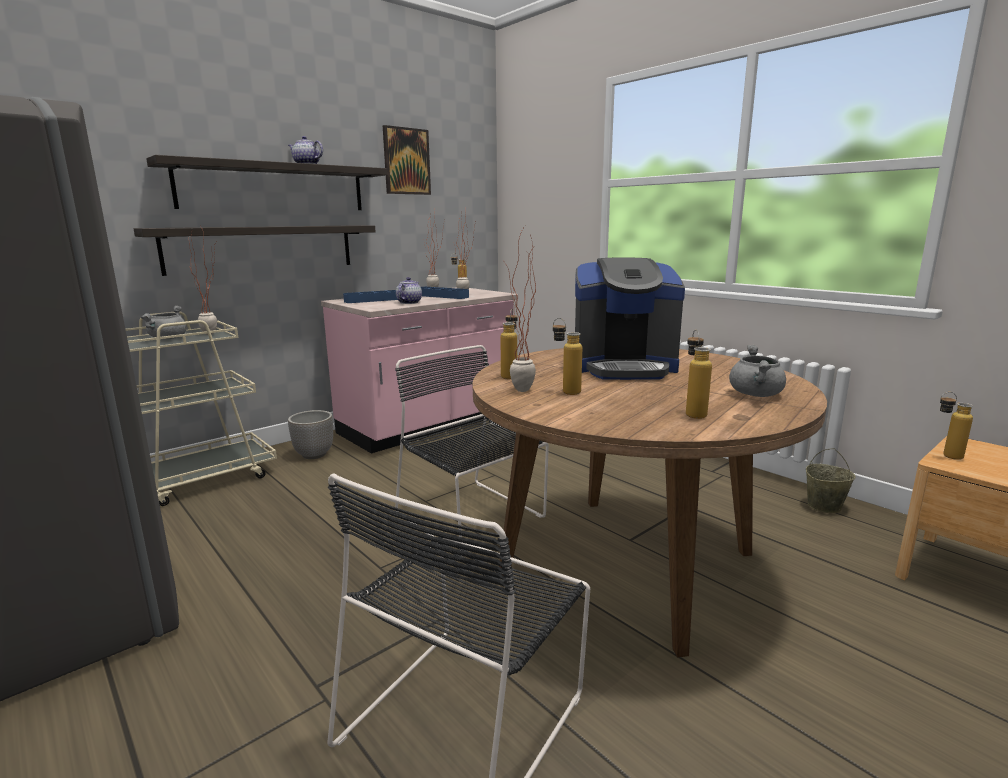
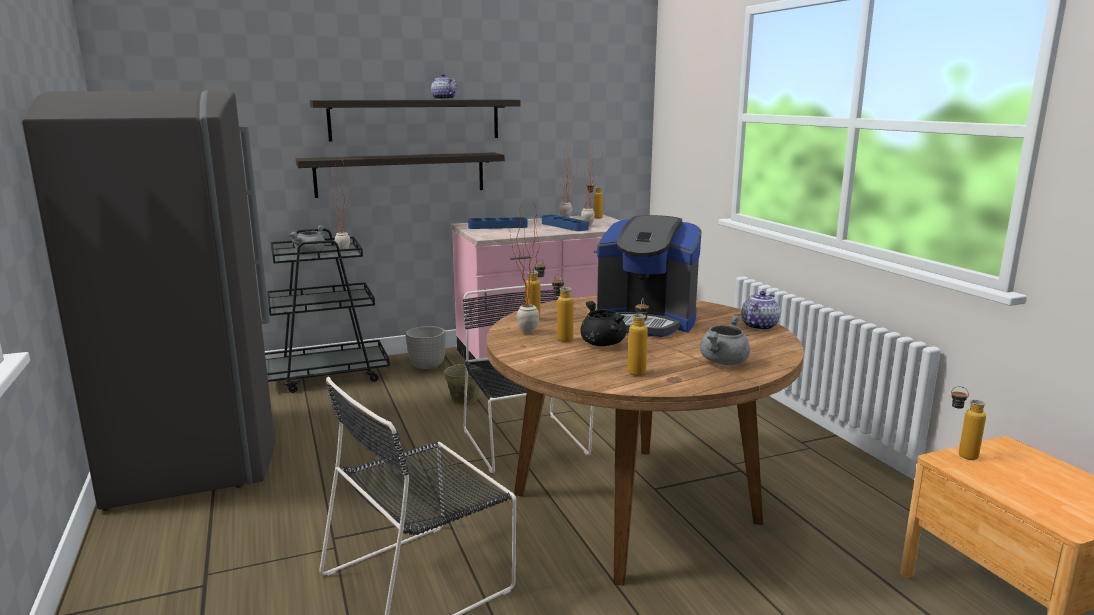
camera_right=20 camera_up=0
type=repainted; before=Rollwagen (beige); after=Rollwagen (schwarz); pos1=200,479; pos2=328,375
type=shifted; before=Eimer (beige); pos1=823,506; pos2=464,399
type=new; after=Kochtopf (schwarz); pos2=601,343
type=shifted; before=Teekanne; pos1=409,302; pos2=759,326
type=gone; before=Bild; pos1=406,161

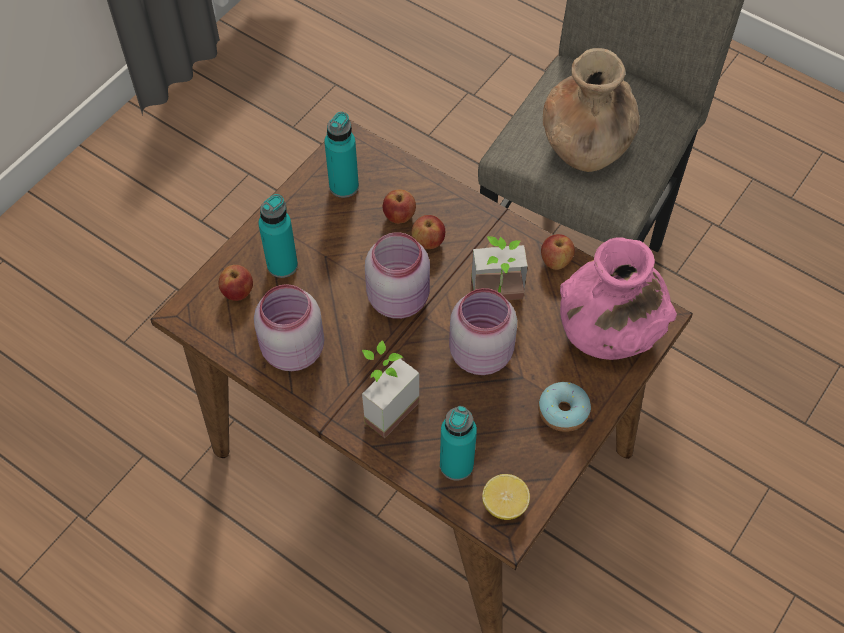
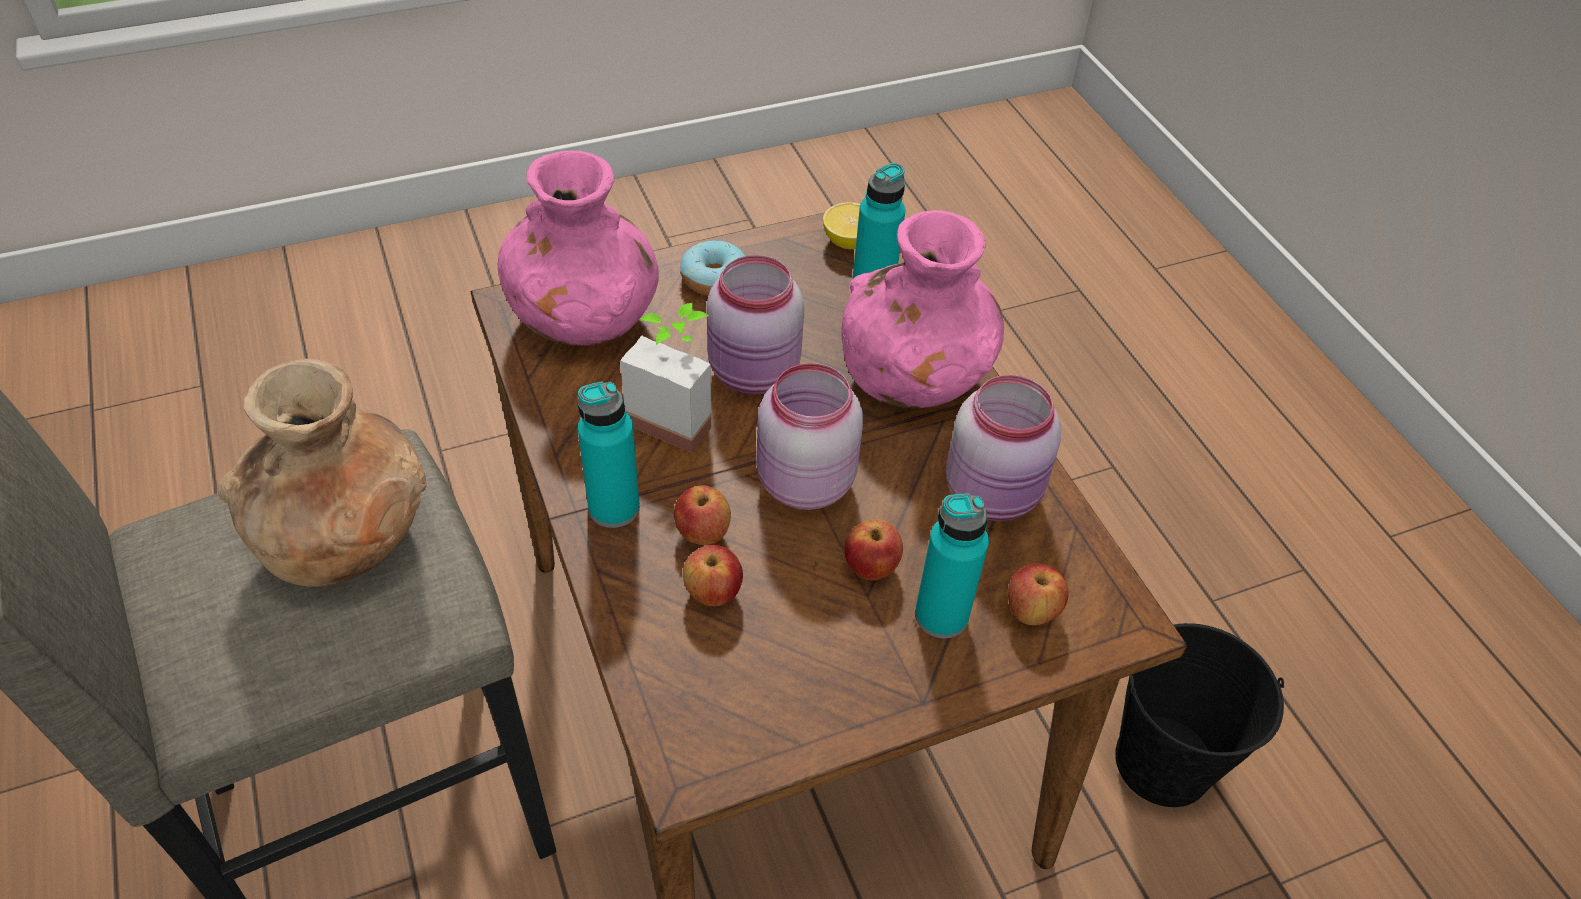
camera_right=-150 camera_up=-10
type=shifted; before=Flasche (türkis); pos1=344,186; pos2=614,508
type=swapped; before=Topfpflanze; after=Vase (rosa); pos1=383,405; pos2=914,379
type=shifted; before=Apfel; pos1=555,261; pos2=871,567
type=new; after=Eimer (schwarz); pos2=1162,761

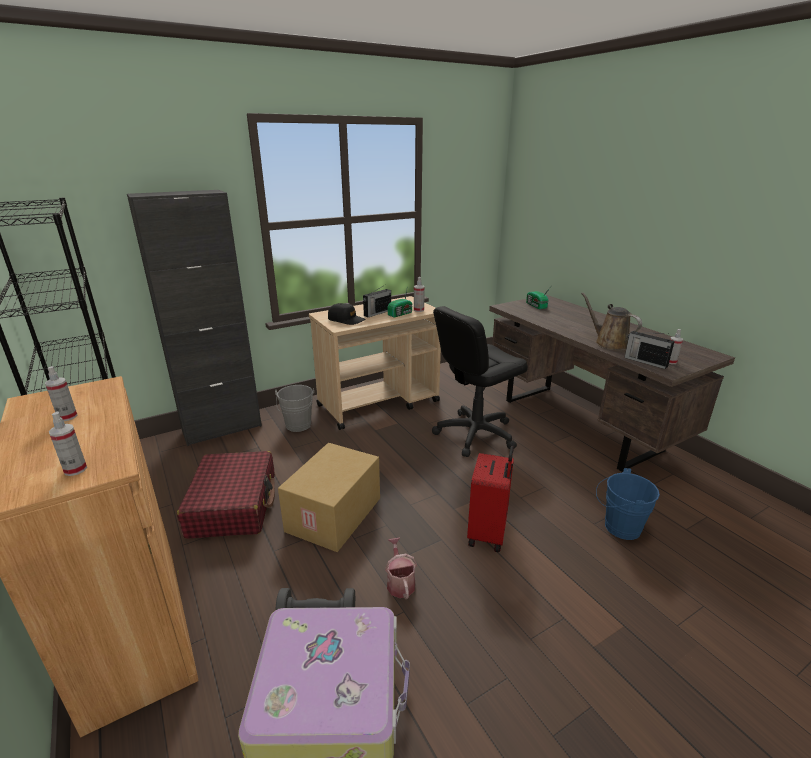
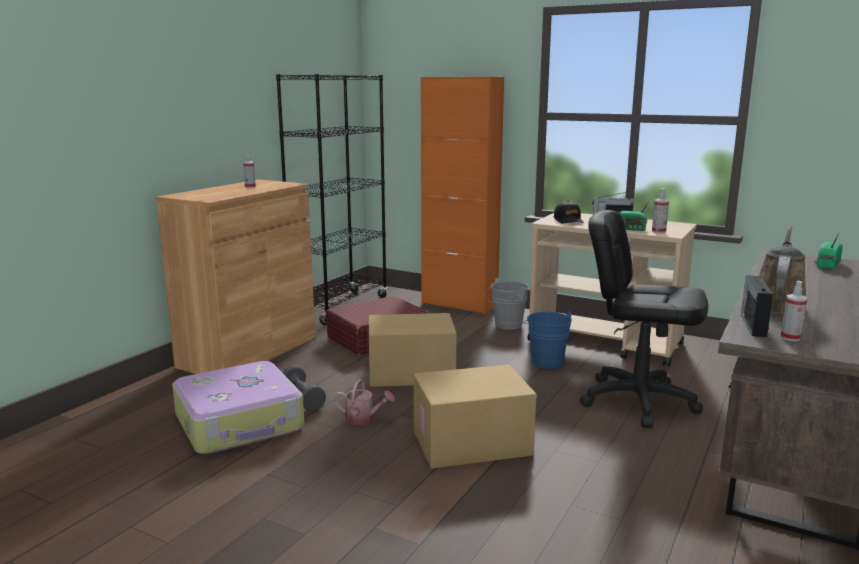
camera_right=60 camera_up=-10
type=rotated; before=Gießkanne; pos1=400,582; pos2=363,419; turn=60
type=swapped; before=Koffer (rot); after=Karton; pos1=488,533; pos2=471,444
type=repainted; before=Schrank (schwarz); after=Schrank (orange); pos1=222,428; pos2=459,304
type=shifted; before=Eimer (blau); pos1=618,527; pos2=545,361
type=gone; before=Sprühflasche; pos1=75,469

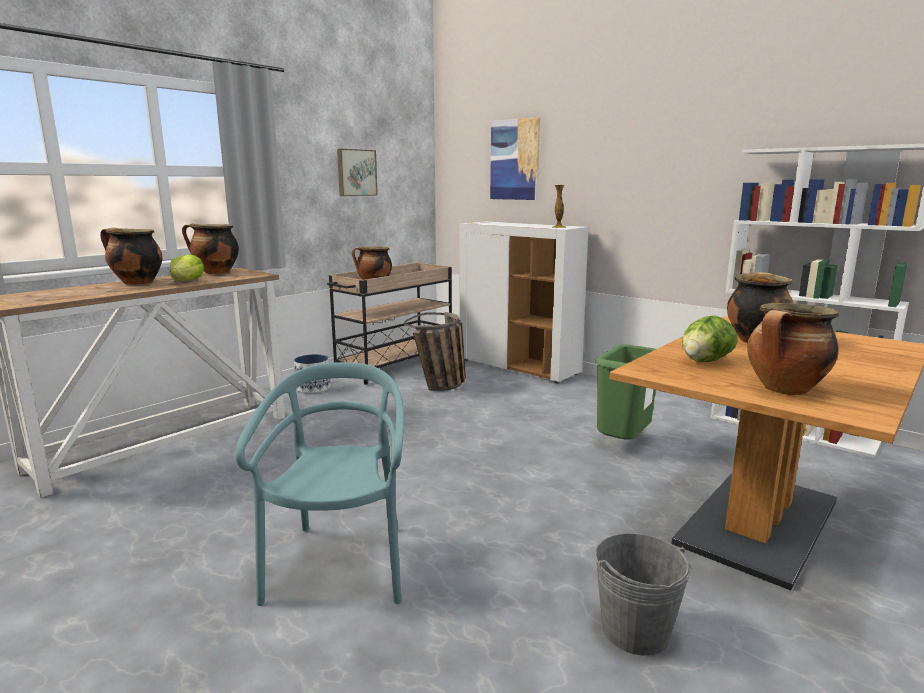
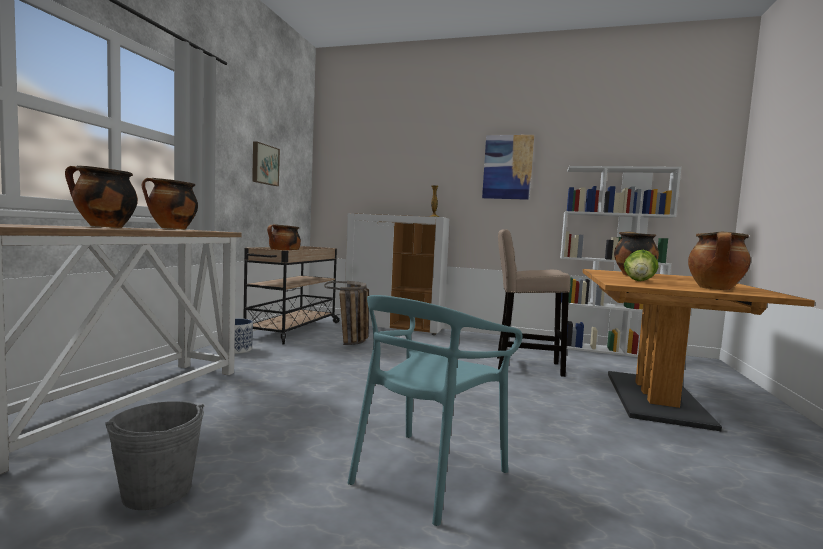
camera_right=-25 camera_up=-10
type=shifted; before=Eimer (grau); pos1=635,631; pos2=157,491
type=rotated; before=Stuhl (türkis); pos1=340,564; pos2=427,474; turn=-120
type=shifted; before=Bild; pos1=515,160; pos2=507,167
type=swapped; before=Mülleimer (grün); after=Hocker (beige); pos1=622,444; pos2=524,366
type=gone; before=Salatkopf; pos1=186,281

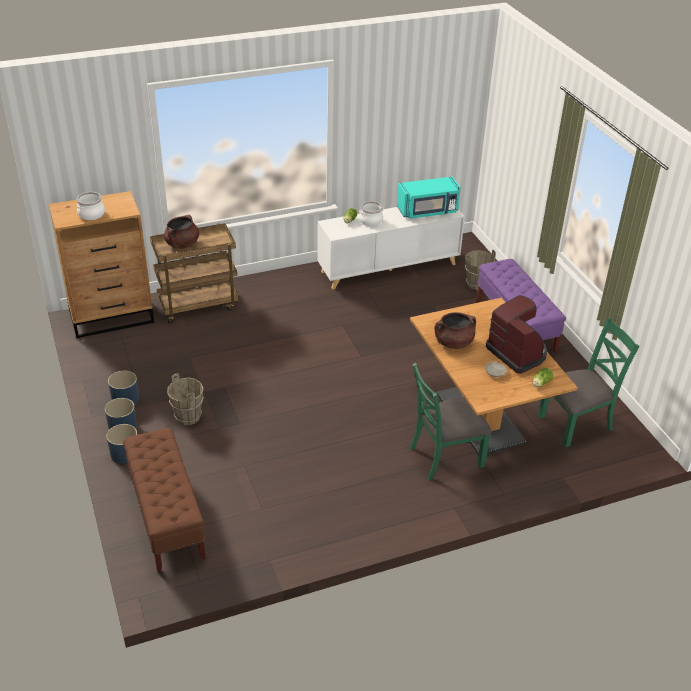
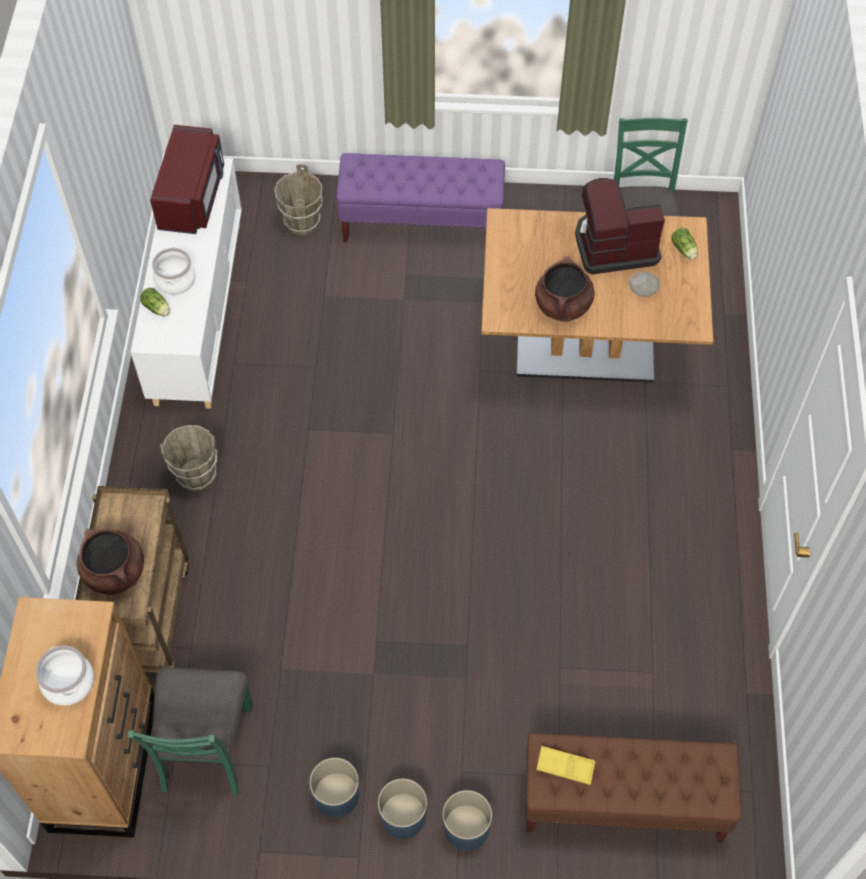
camera_right=-65 camera_up=20
type=shifted; before=Stuhl (grün); pos1=445,456; pos2=205,748
type=repainted; before=Mikrowelle (türkis); after=Mikrowelle (rot); pos1=428,211; pos2=193,197
type=shifted; before=Eimer (braun); pos1=188,417; pos2=196,475
type=new; after=Tablett (gelb); pos2=565,767

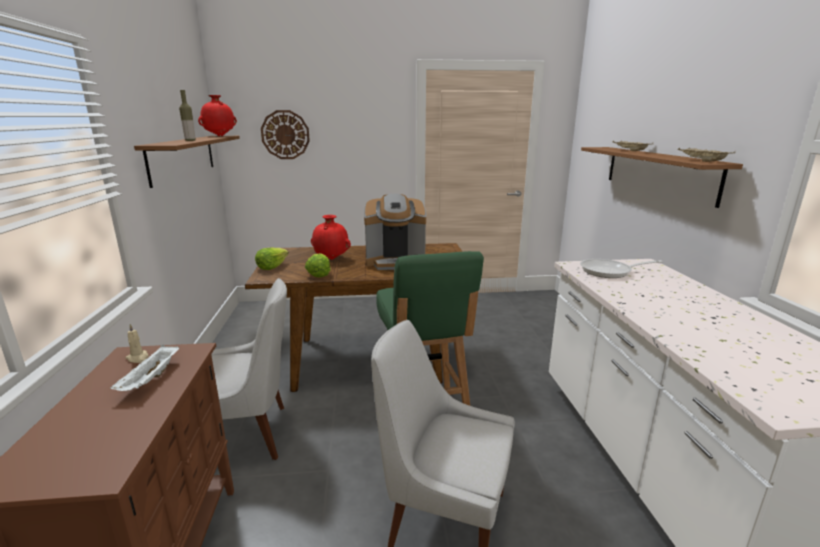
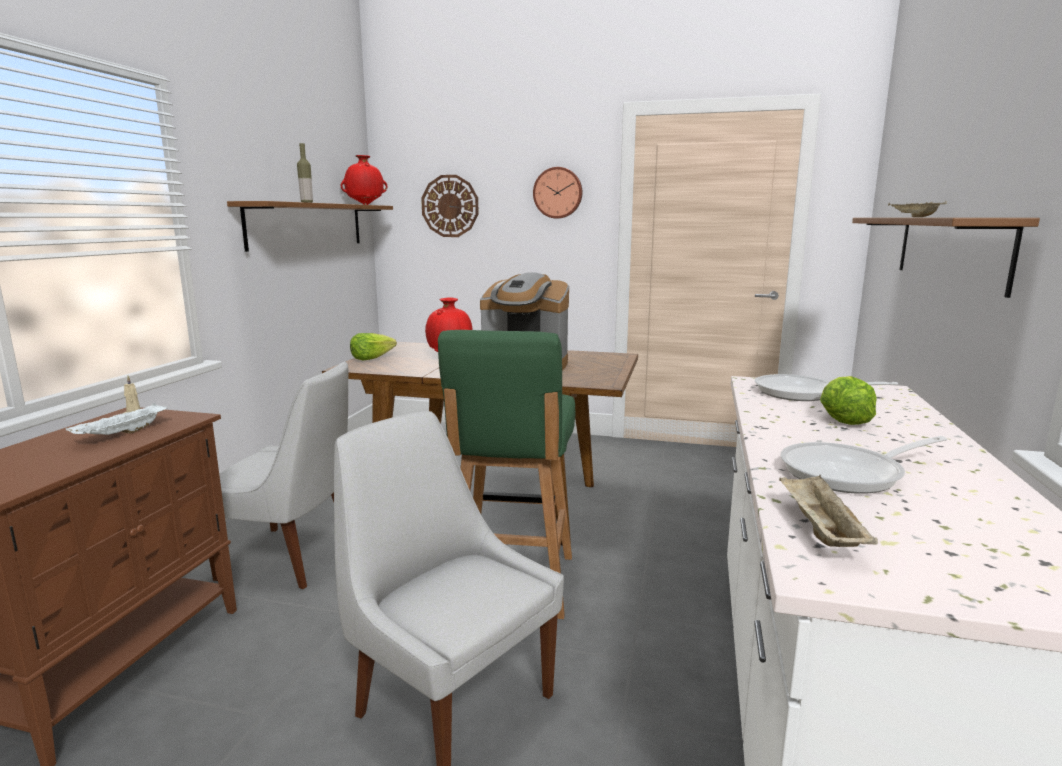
camera_right=20 camera_up=-5
type=new; after=Wanduhr; pos2=558,193
type=shifted; before=Tablett (beige); pos1=701,161; pos2=819,530
type=new; after=Pfanne; pos2=849,474
type=shifted; before=Salatkopf; pos1=319,274; pos2=842,418

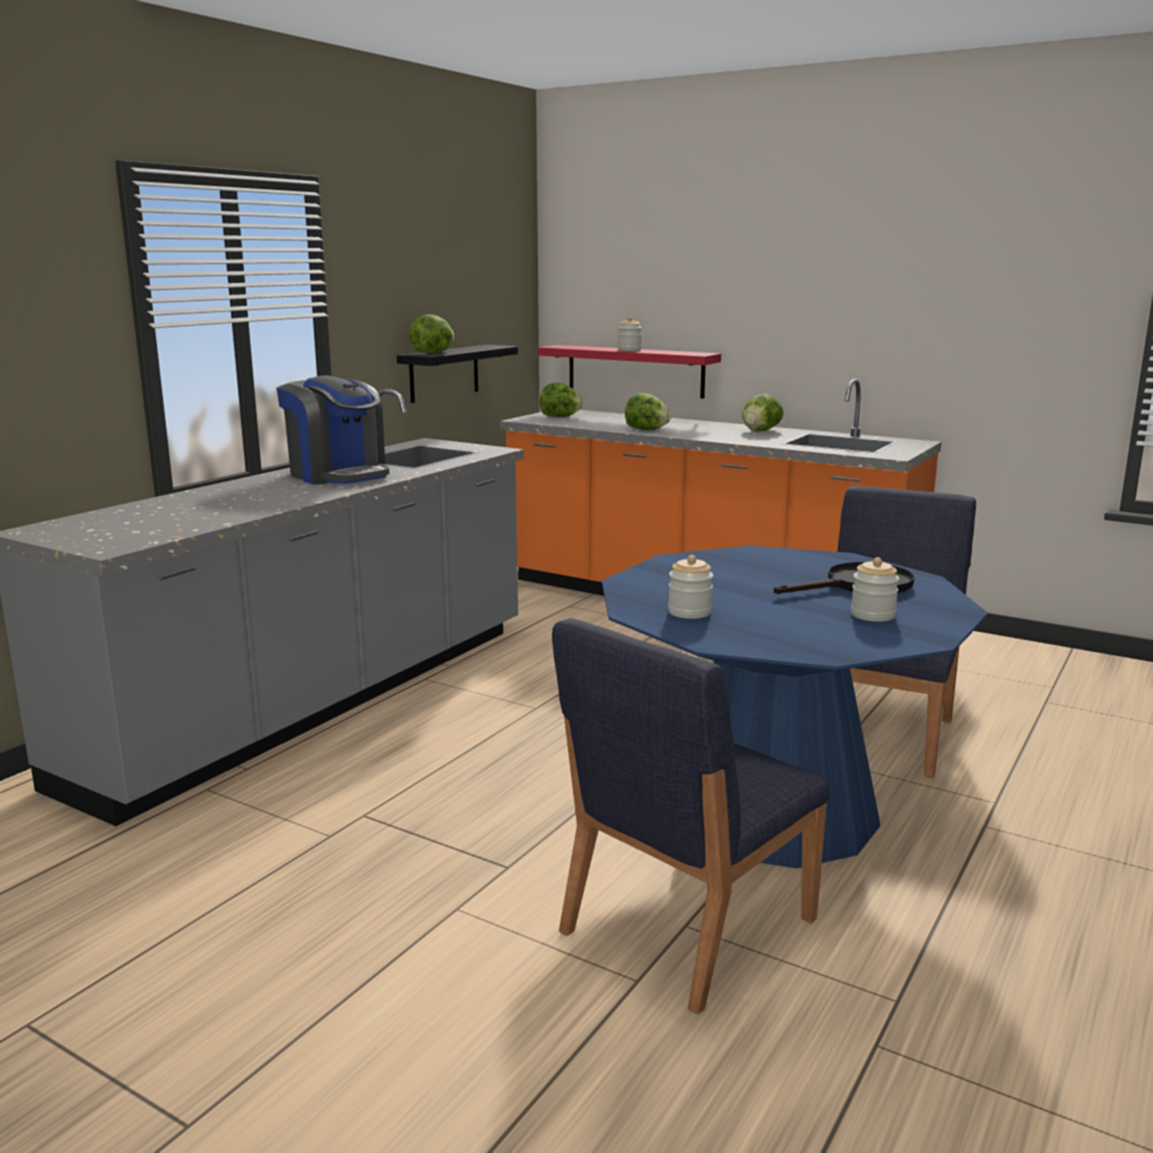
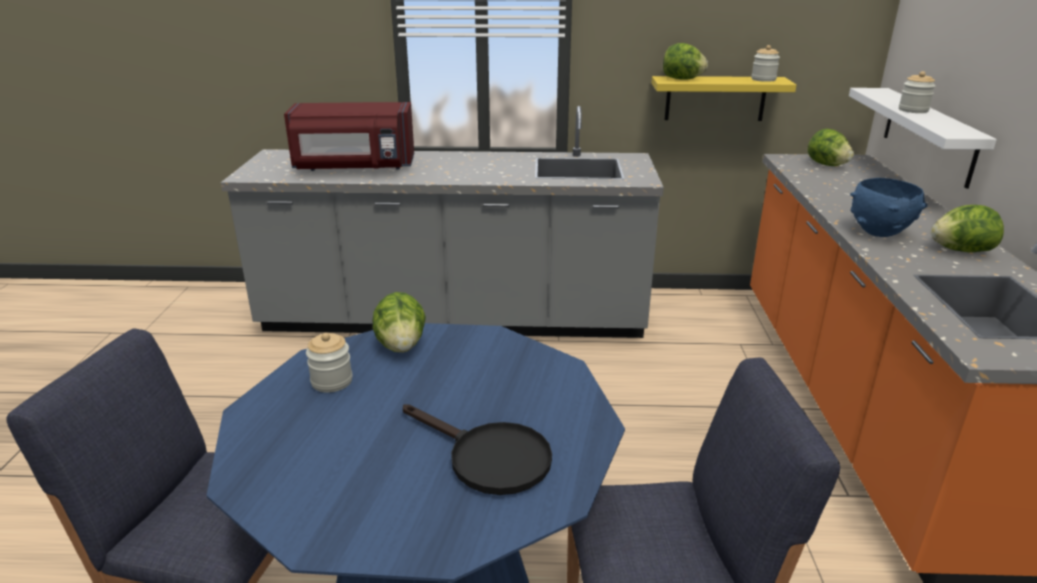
camera_right=60 camera_up=10
type=new; after=Mikrowelle (rot); pos2=354,167
type=shifted; before=Salatkopf; pos1=646,430; pos2=401,345
type=repainted; before=Wandregal (schwarz); after=Wandregal (gelb); pos1=444,373; pos2=715,98
type=shifted; before=Vorratsglas; pos1=872,615; pos2=763,79
type=repainted; before=Wandregal (rot); after=Wandregal (weiß); pos1=635,371; pos2=928,135
type=new; after=Schüssel (blau); pos2=879,233
type=gone; before=Kaffeemaschine; pos1=338,475

